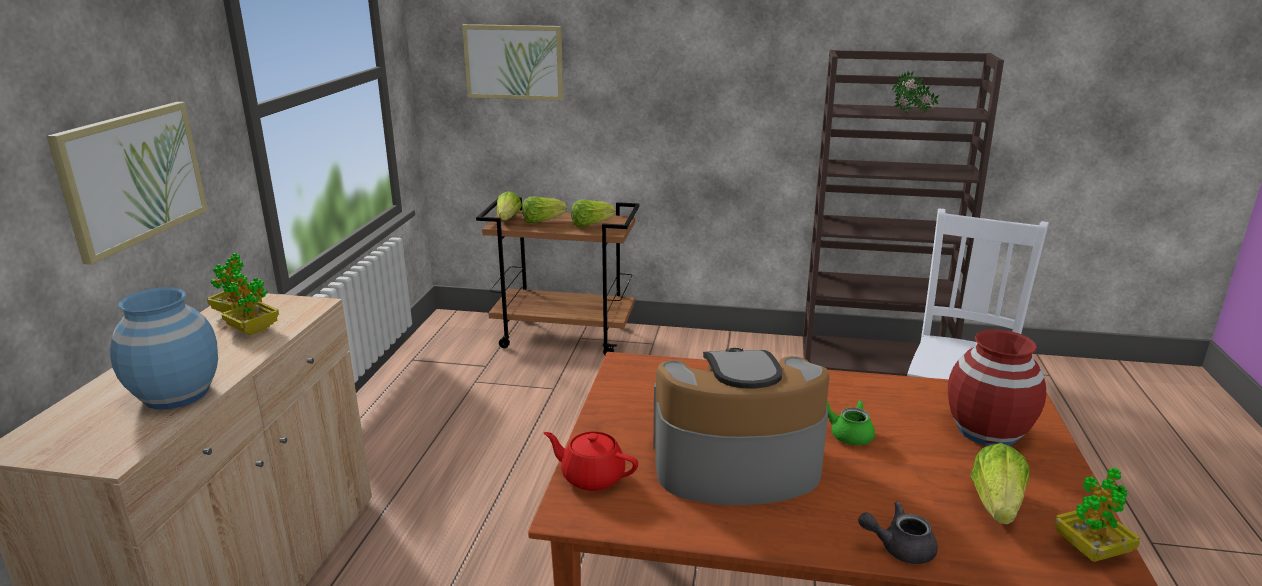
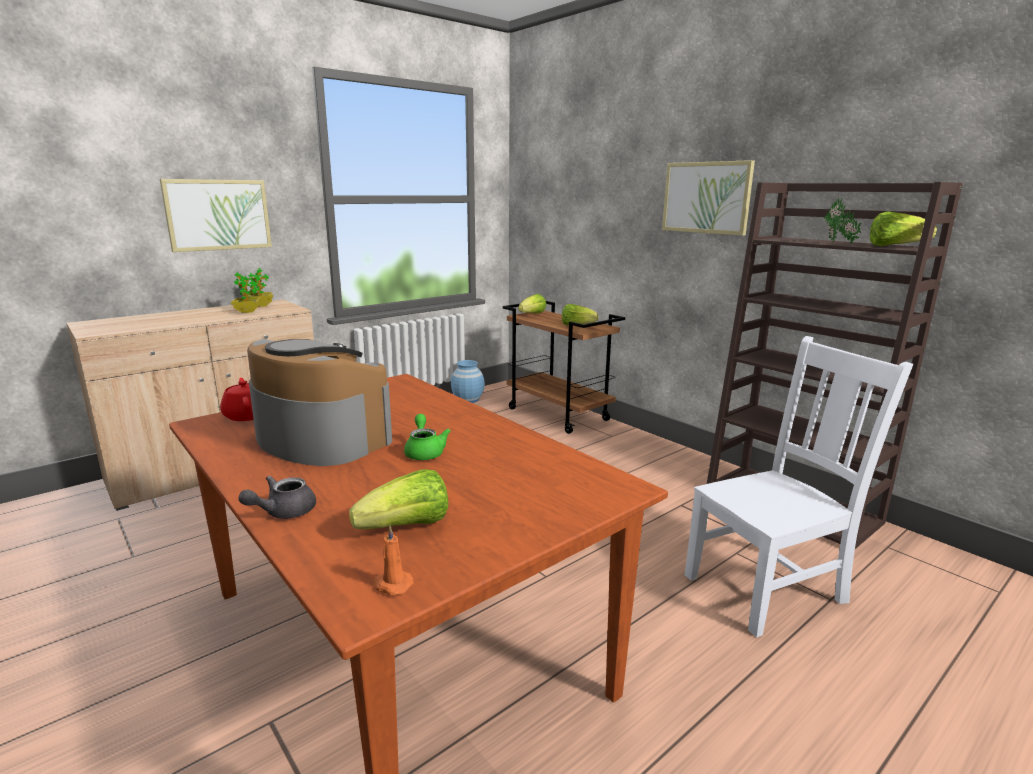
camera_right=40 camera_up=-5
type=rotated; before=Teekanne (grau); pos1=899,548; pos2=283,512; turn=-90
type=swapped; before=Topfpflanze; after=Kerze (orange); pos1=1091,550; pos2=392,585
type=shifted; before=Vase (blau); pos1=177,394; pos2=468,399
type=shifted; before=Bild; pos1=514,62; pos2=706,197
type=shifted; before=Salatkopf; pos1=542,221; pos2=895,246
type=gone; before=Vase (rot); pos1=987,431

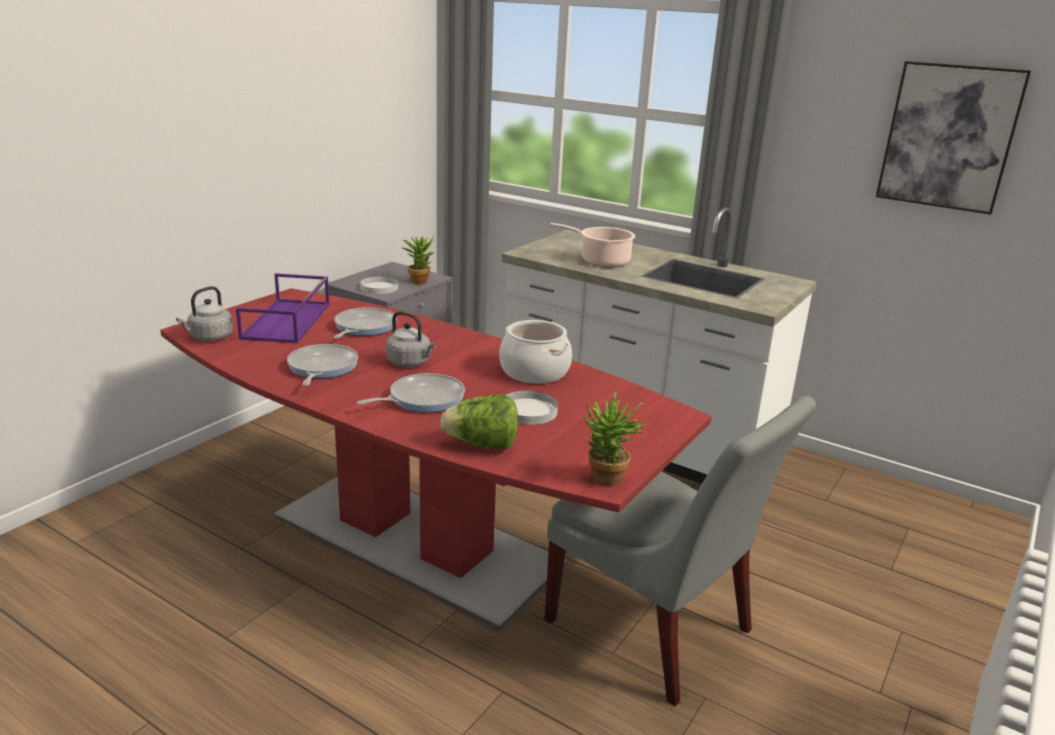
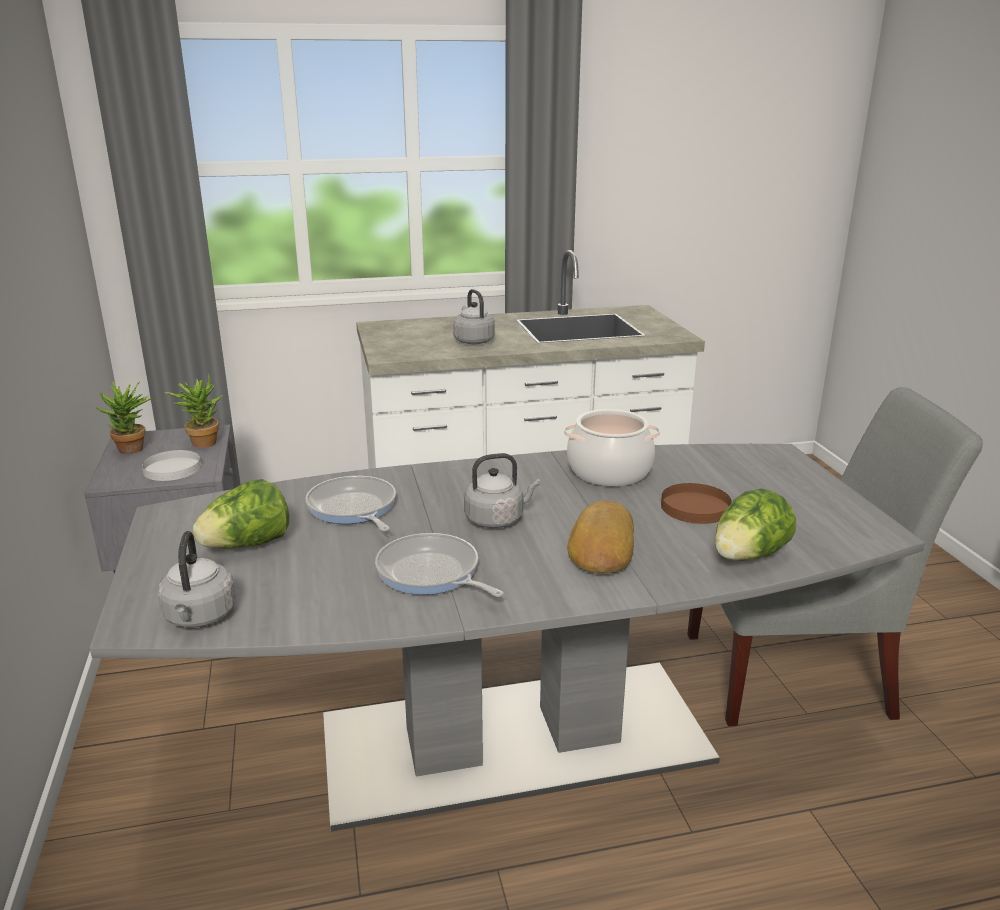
camera_right=-45 camera_up=0
type=repainted; before=Esstisch (rot); after=Esstisch (grau); pos1=415,539; pos2=512,739
type=shifted; before=Topfpflanze; pos1=606,481; pos2=132,451
type=swapped; before=Tablett (lila); after=Salatkopf; pos1=287,321; pos2=247,545
type=swapped; before=Kochtopf; after=Wasserkessel (grau); pos1=601,261; pos2=473,340
type=swapped; before=Pfanne; after=Brot; pos1=422,399; pos2=600,546
type=repainted; before=Teller (weiß); after=Teller (braun); pos1=529,411; pos2=696,507
type=gone; before=Bild; pos1=949,137

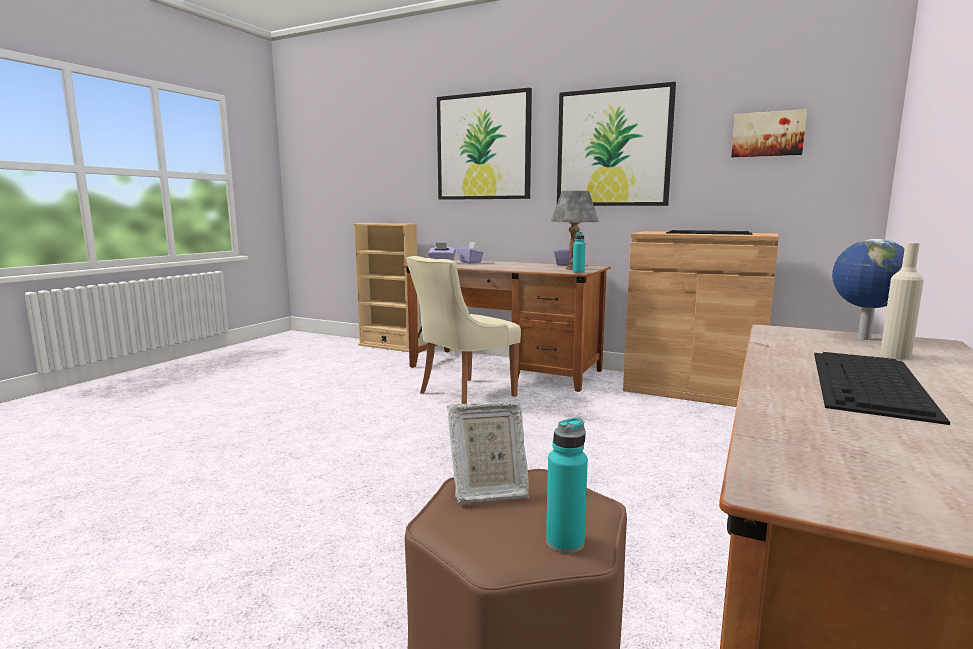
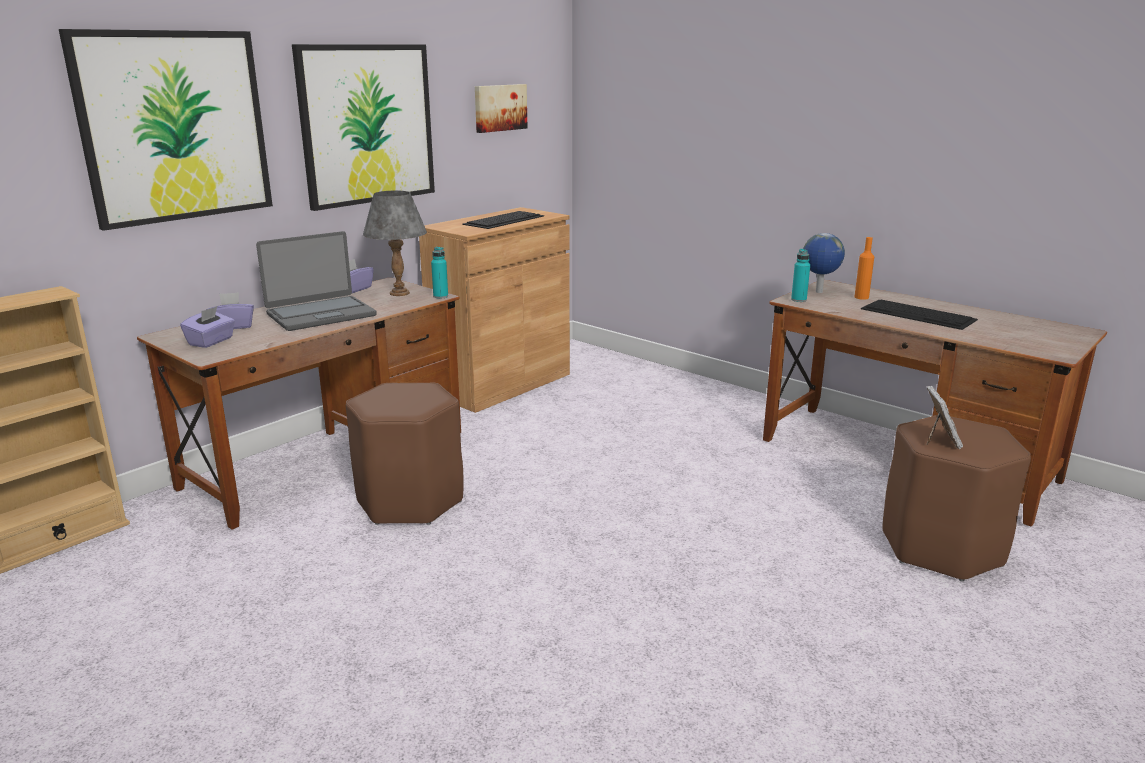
camera_right=-75 camera_up=10
type=new; after=Laptop; pos2=320,314
type=swapped; before=Stuhl (beige); after=Hocker (braun); pos1=464,395; pos2=410,501
type=shifted; before=Flasche (türkis); pos1=565,542; pos2=798,300
type=repainted; before=Flasche (beige); after=Flasche (orange); pos1=895,355; pos2=861,297

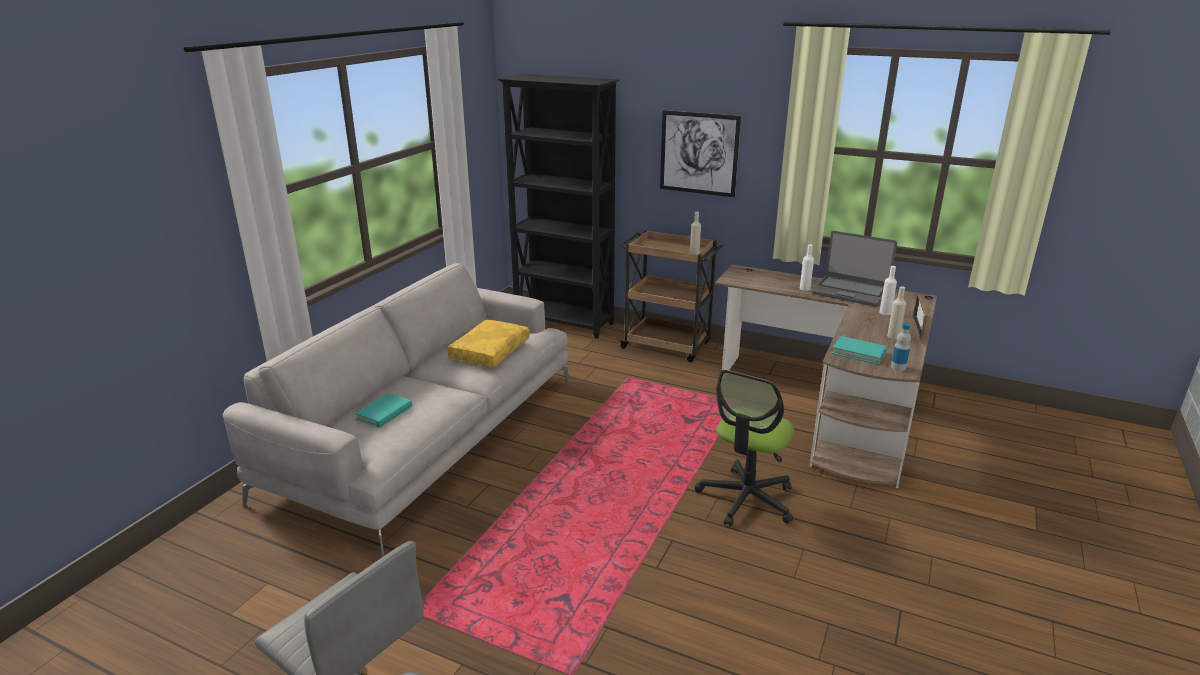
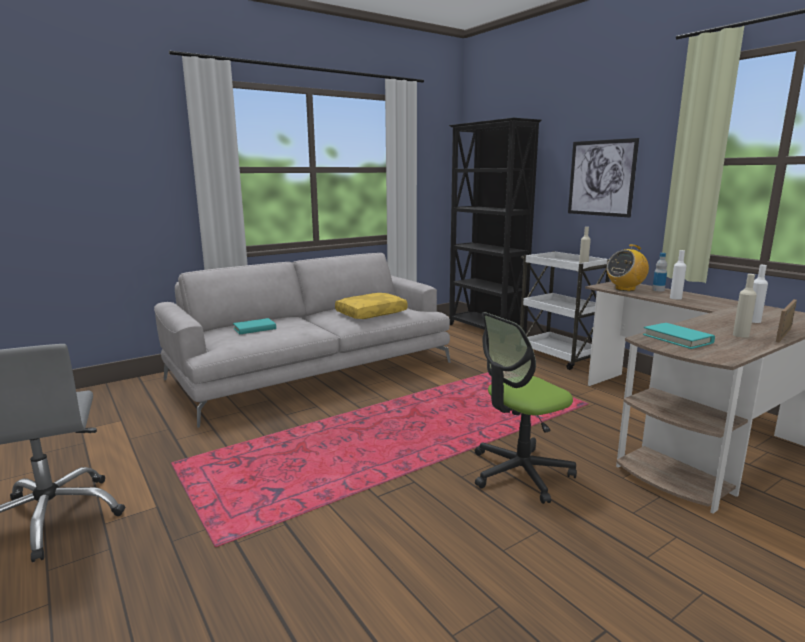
camera_right=30 camera_up=-10
type=repainted; before=Rollwagen (braun); after=Rollwagen (weiß); pos1=667,346; pos2=559,356
type=new; after=Radio; pos2=625,289
type=shifted; before=Flasche; pos1=898,367; pos2=658,290
type=gone; before=Laptop; pos1=850,292

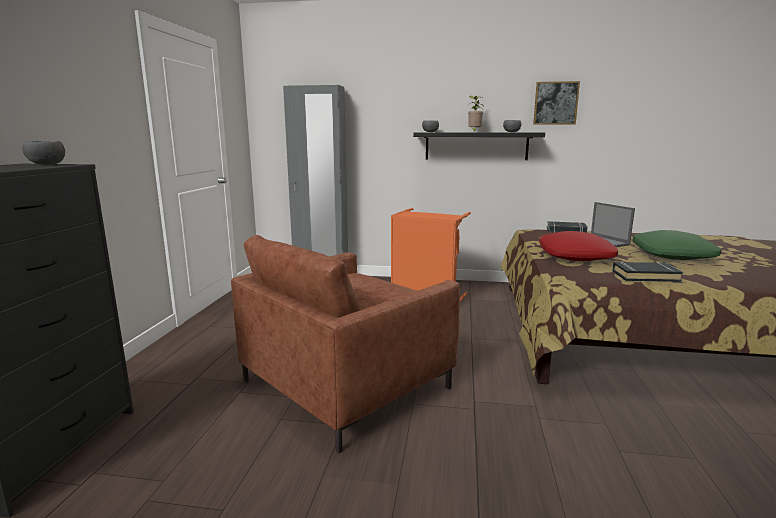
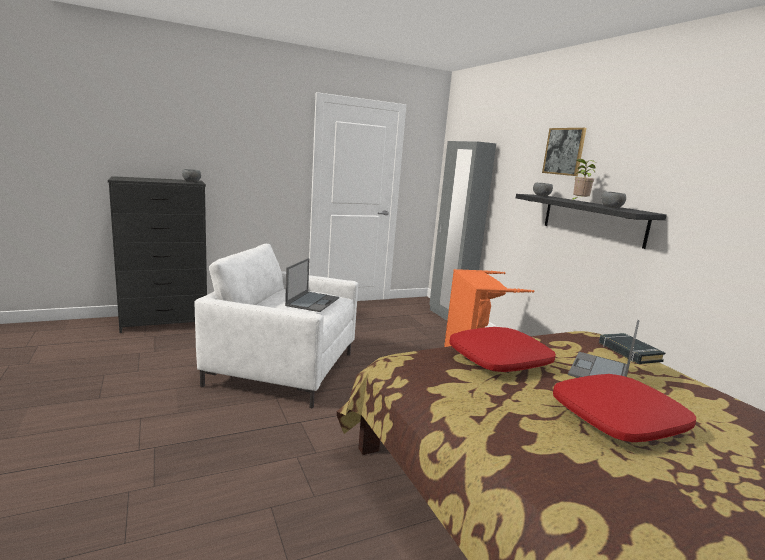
camera_right=55 camera_up=0
type=repainted; before=Sessel (braun); after=Sessel (weiß); pos1=345,384; pos2=282,369
type=new; after=Laptop; pos2=313,301
type=shifted; before=Bild; pos1=555,103; pos2=564,151
type=repainted; before=Kissen (grün); after=Kissen (rot); pos1=673,255; pos2=618,420
type=gone; before=Buch (schwarz); pos1=645,276

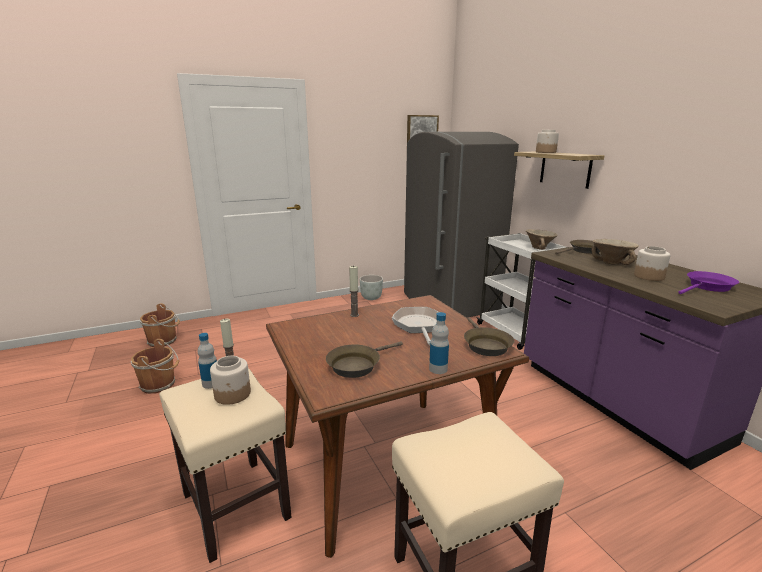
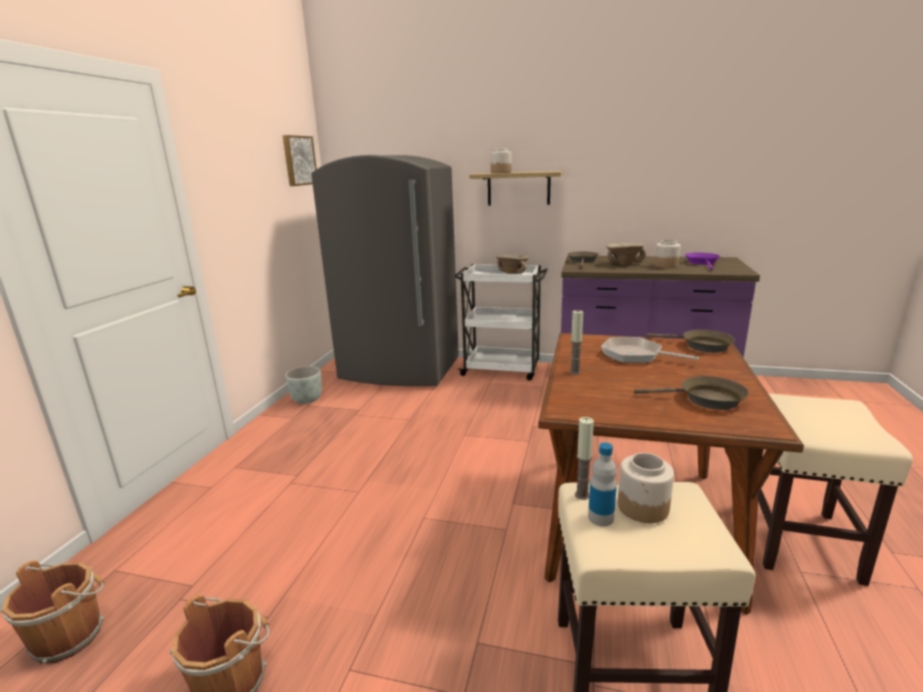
camera_right=-50 camera_up=0
type=rotated; before=Pfanne (braun); pos1=357,365; pos2=706,399; turn=-75
type=gone; before=Flasche; pos1=438,369

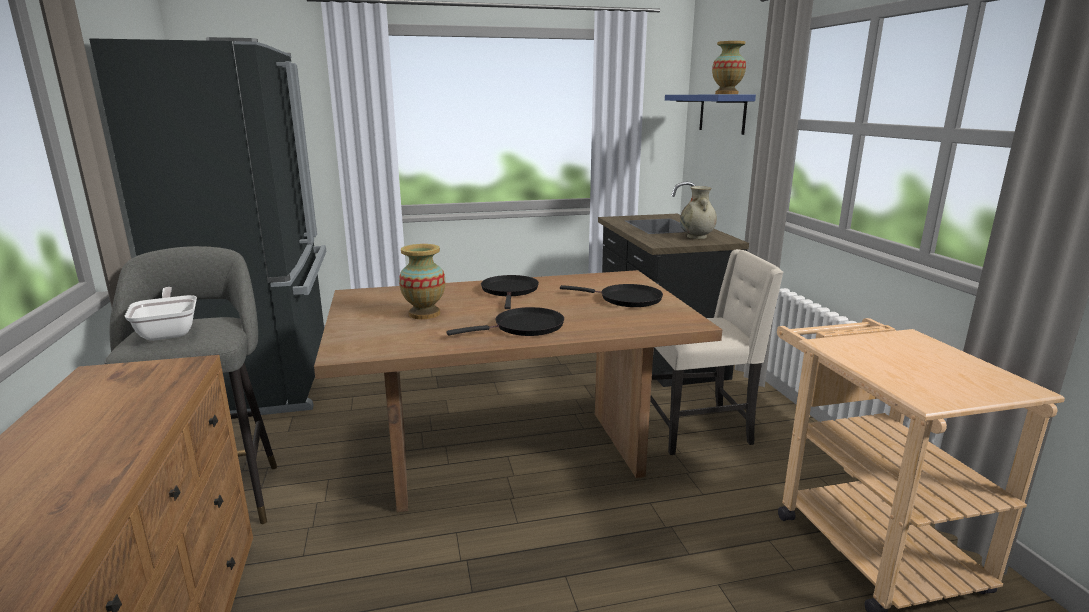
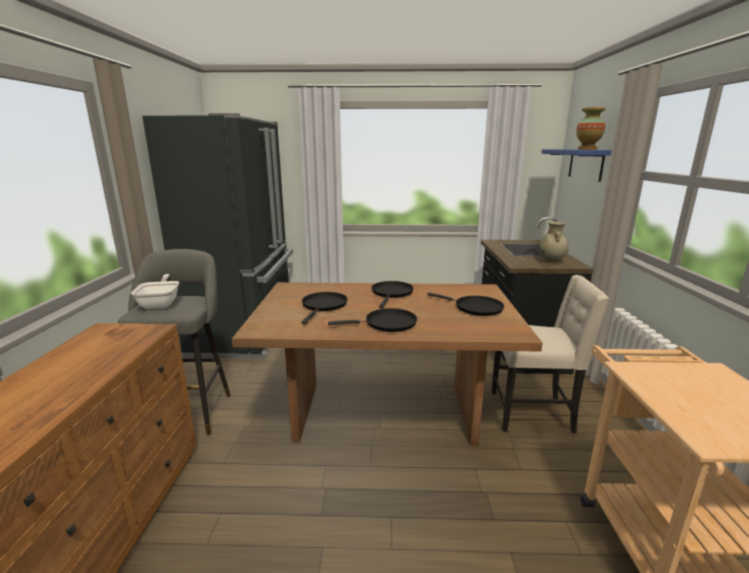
camera_right=15 camera_up=0
type=swapped; before=Vase; after=Pfanne (schwarz); pos1=424,314; pos2=324,306

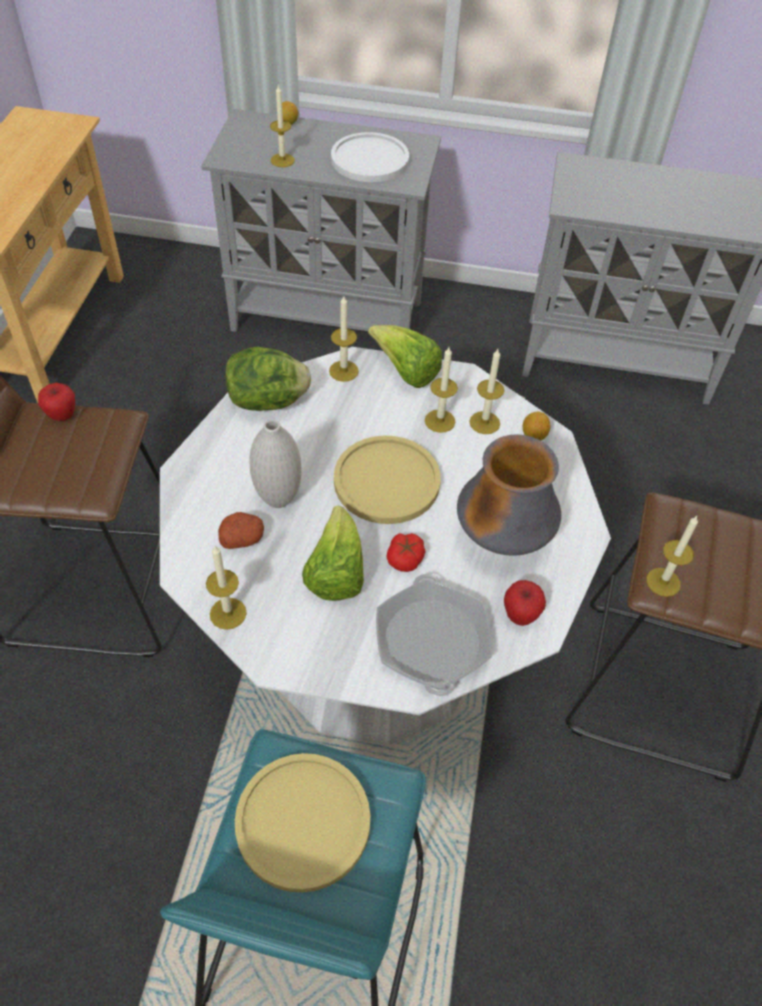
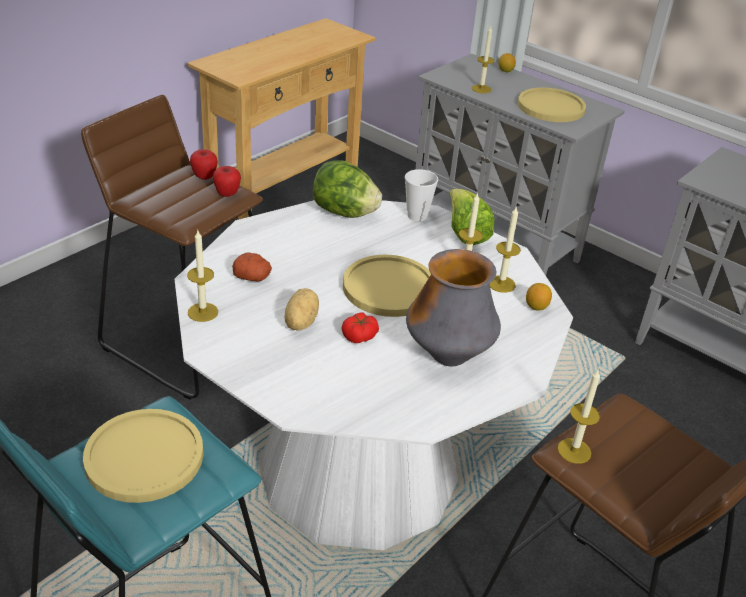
camera_right=30 camera_up=-15
type=shifted; before=Apfel; pos1=520,615; pos2=227,194
type=swapped; before=Salatkopf; after=Kartoffel; pos1=335,572; pos2=299,322
type=swapped; before=Kerze; after=Tasse; pos1=343,371; pos2=417,216
type=repainted; before=Teller (weiß); after=Teller (gelb); pos1=369,159; pos2=551,107
type=gone; before=Vase (weiß); pos1=278,499
type=gone; before=Pfanne; pos1=431,641

